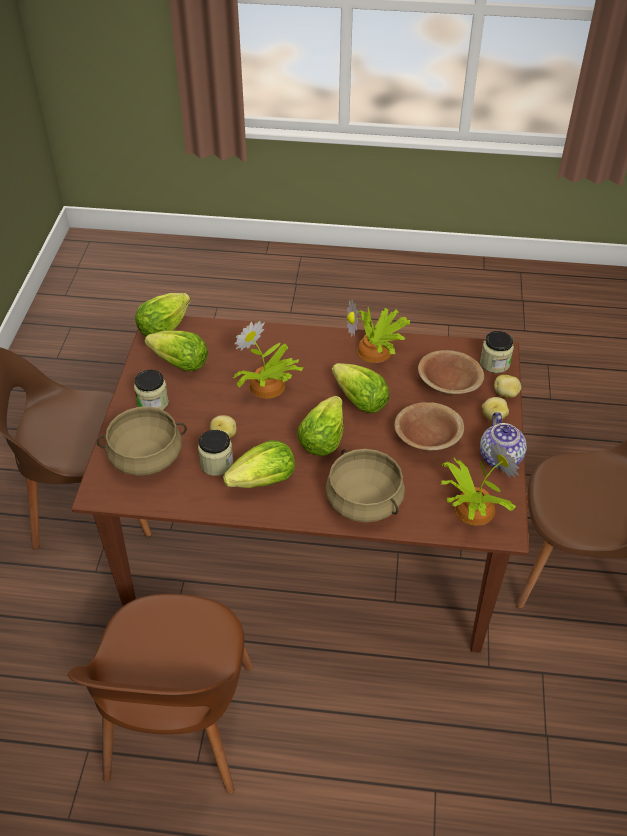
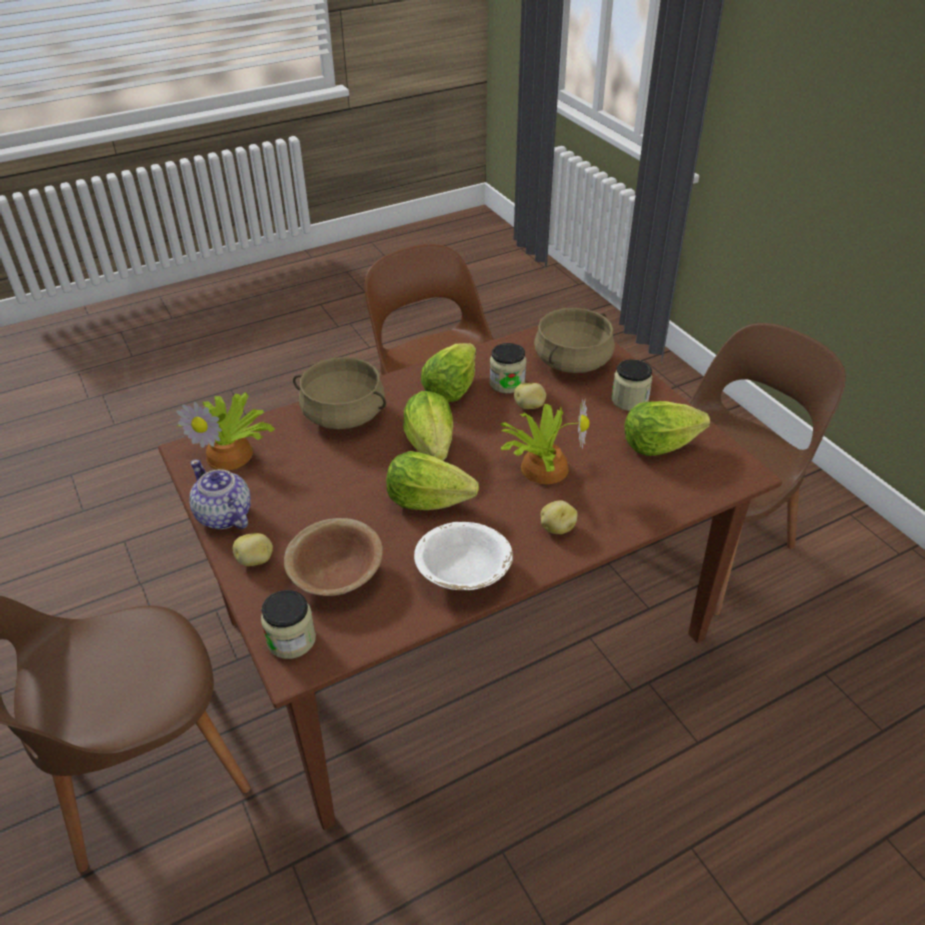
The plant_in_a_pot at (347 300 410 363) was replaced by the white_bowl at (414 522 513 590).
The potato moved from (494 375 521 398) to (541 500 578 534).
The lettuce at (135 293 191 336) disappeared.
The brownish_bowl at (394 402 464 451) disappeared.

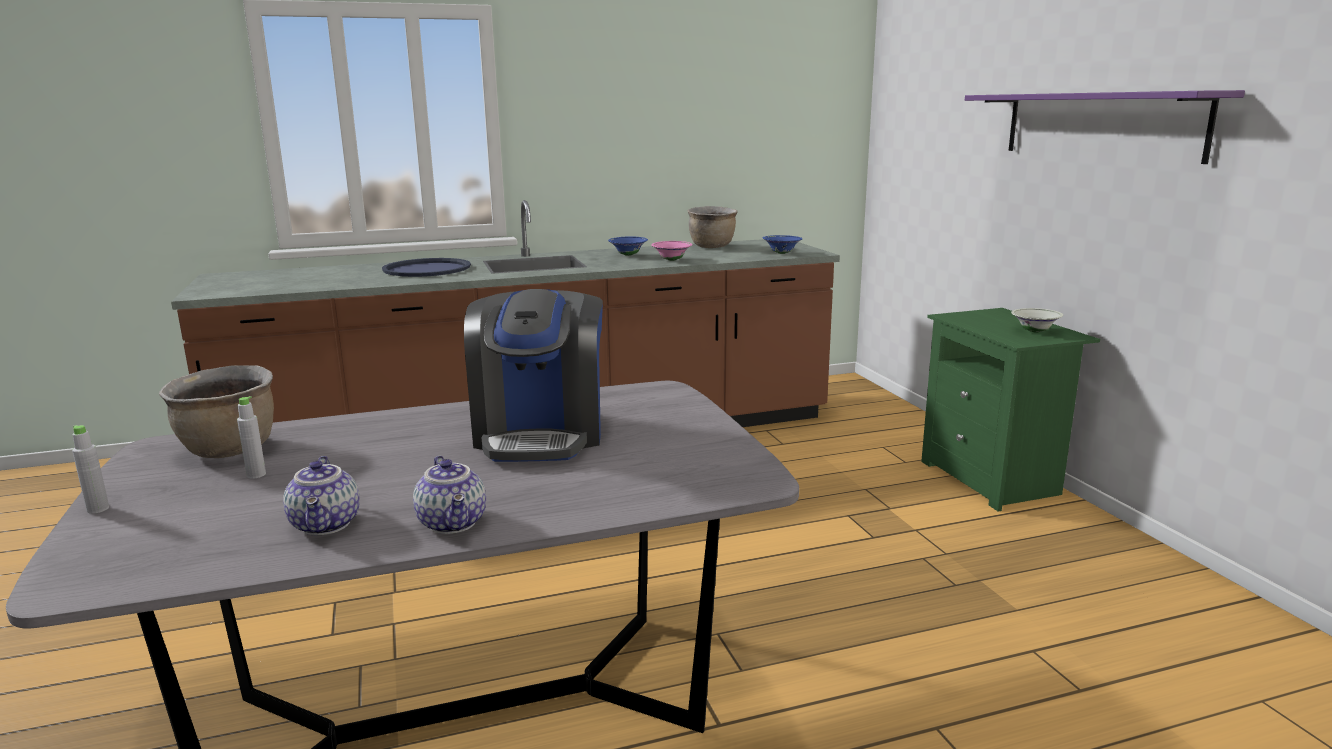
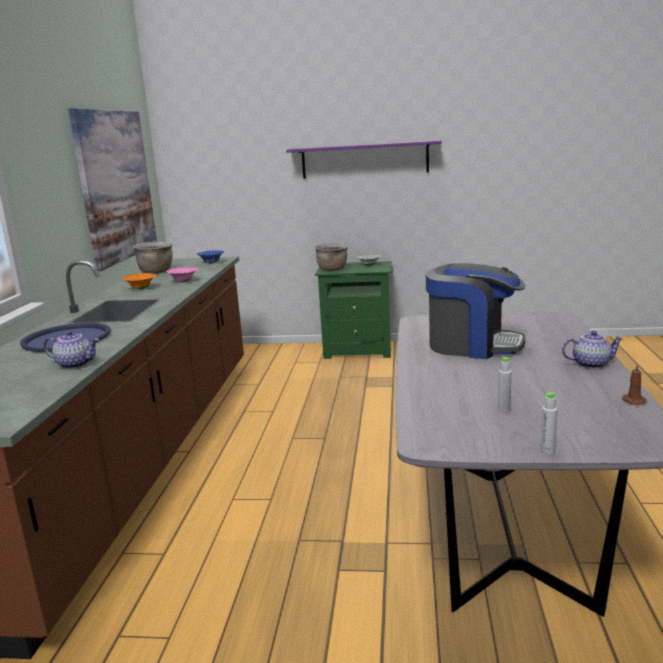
The pot_for_tea moved from (283 456 360 535) to (43 330 99 369).
The wall_picture at (68 108 157 271) appeared.
The blue-coloured_bowl at (608 236 648 256) became the orange_bowl at (123 273 156 289).
The brownish_stockpot moved from (159 365 274 458) to (315 243 348 272).
The brownish_candle at (622 363 647 405) appeared.

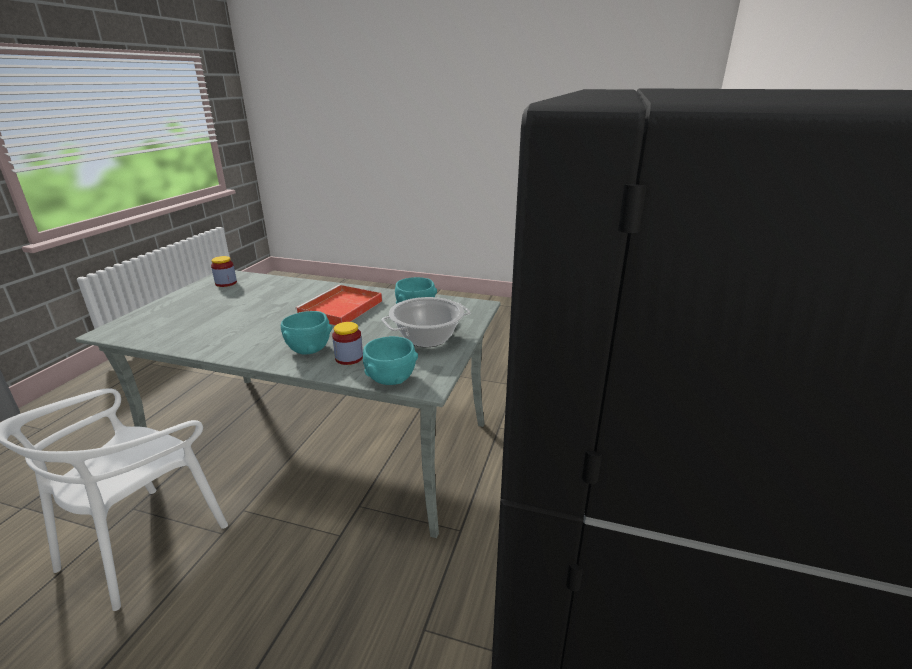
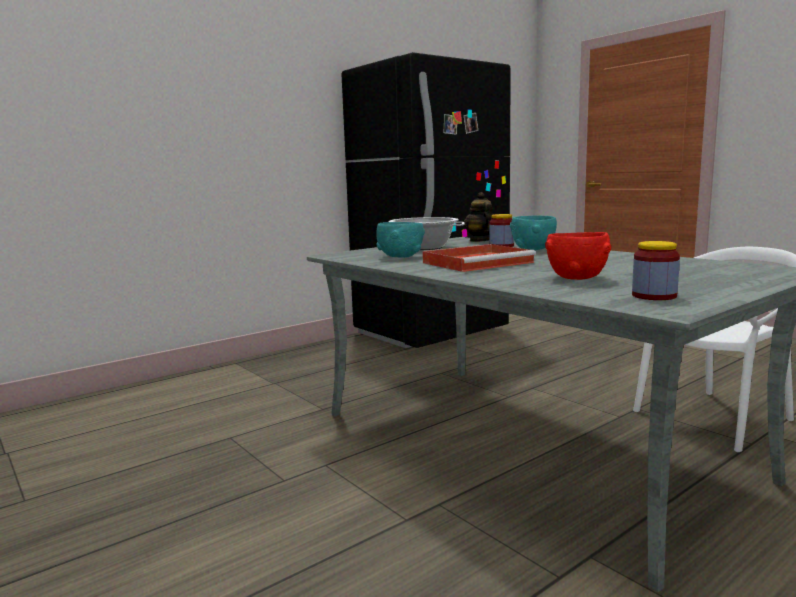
The turquoise_bowl at (363 336 418 385) was replaced by the pot_for_tea at (464 192 494 242).
The reddish_bowl at (545 232 611 280) appeared.

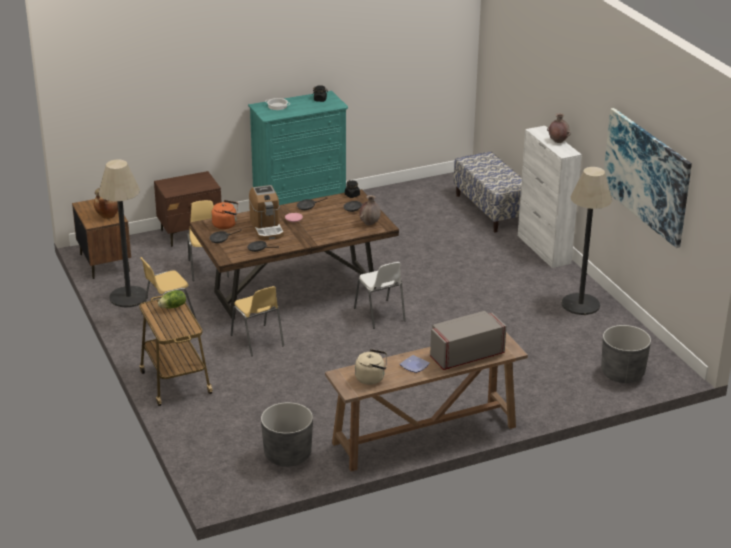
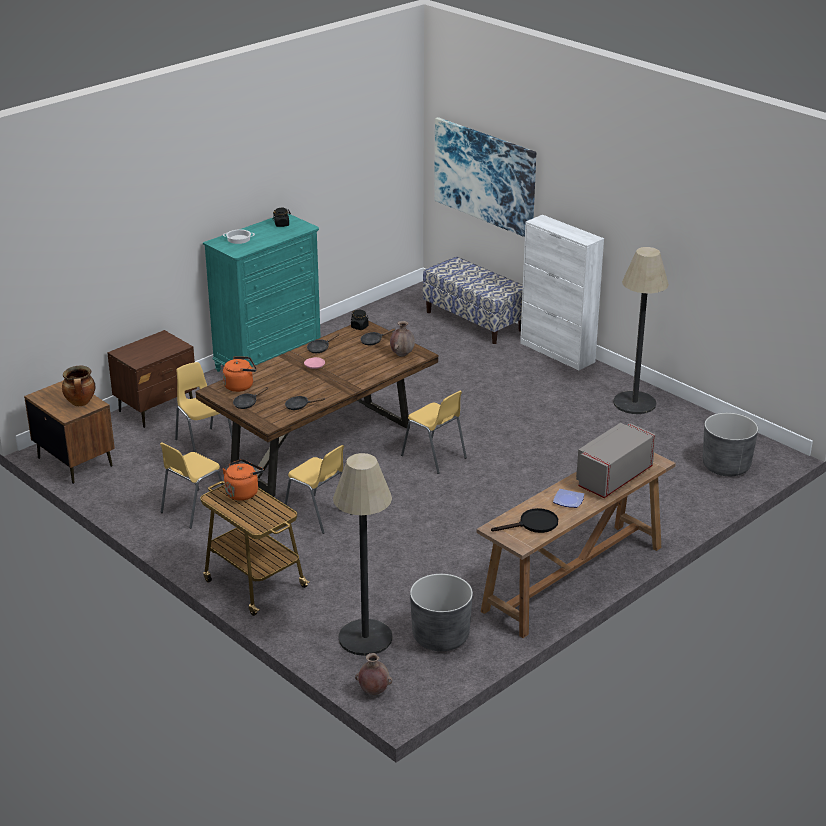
The lettuce at (158 290 186 309) was replaced by the orange_kettle at (223 459 264 501).
The standard_lamp moved from (98 159 148 307) to (333 453 393 656).
The brownish_vase moved from (547 113 571 143) to (355 653 392 695).
The white_plain_chair at (354 262 406 329) became the yellow_plain_chair at (401 391 467 474).
The wall_picture moved from (604 108 692 248) to (434 117 536 237).
The beige_kettle at (355 349 387 385) was replaced by the black_skillet at (491 508 558 533).
The coffee_maker at (249 185 284 240) disappeared.

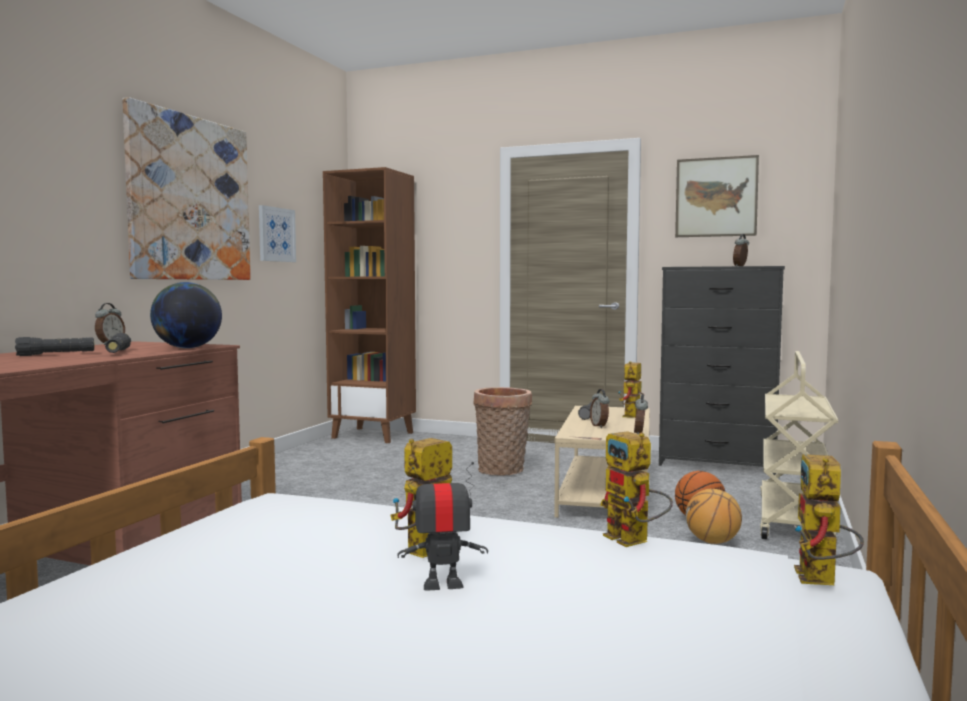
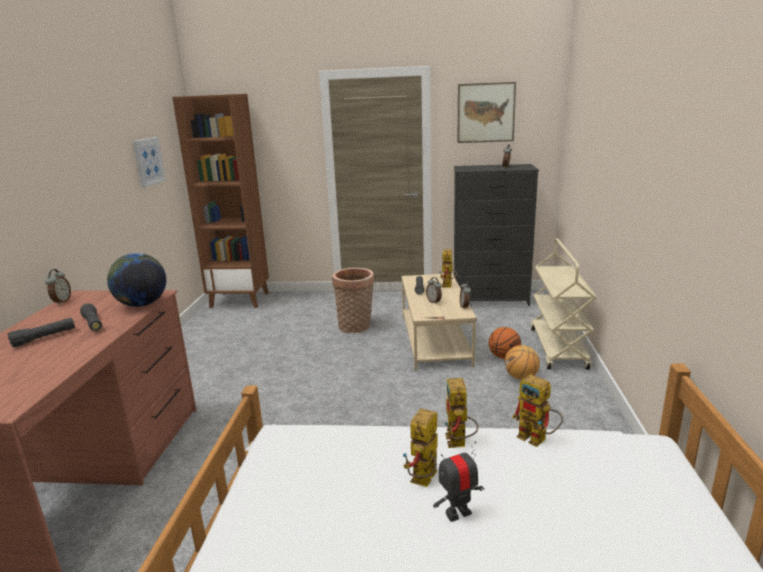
The model_robot moved from (794 454 864 585) to (444 378 478 448).
The wall_picture at (122 97 251 280) disappeared.

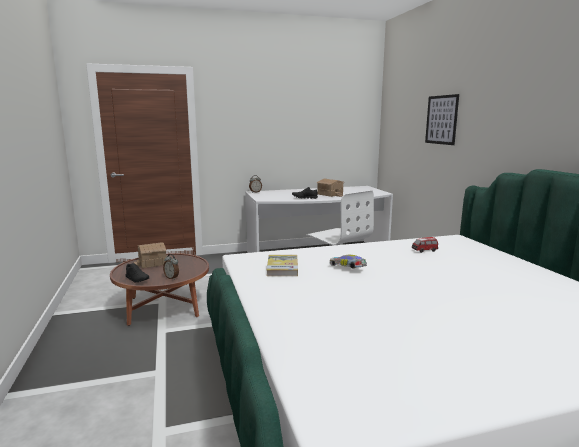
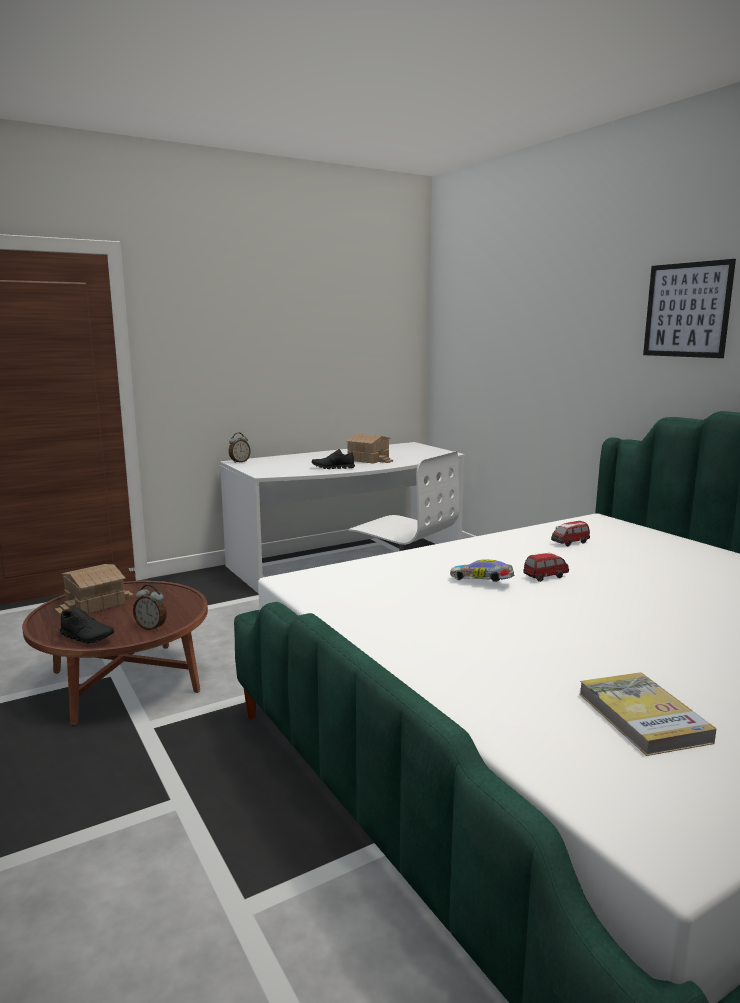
The miniature_car at (523 553 569 582) appeared.
The volume moved from (267 255 298 276) to (579 672 717 756).
The wall_picture moved from (425 94 459 145) to (643 259 736 358).

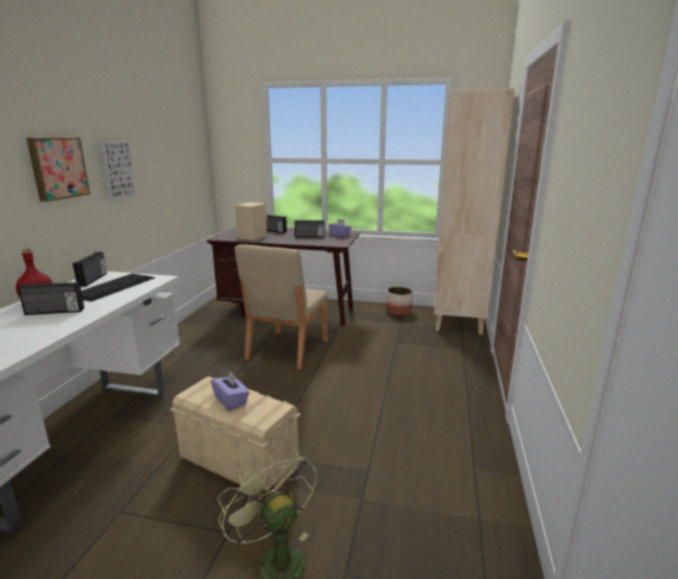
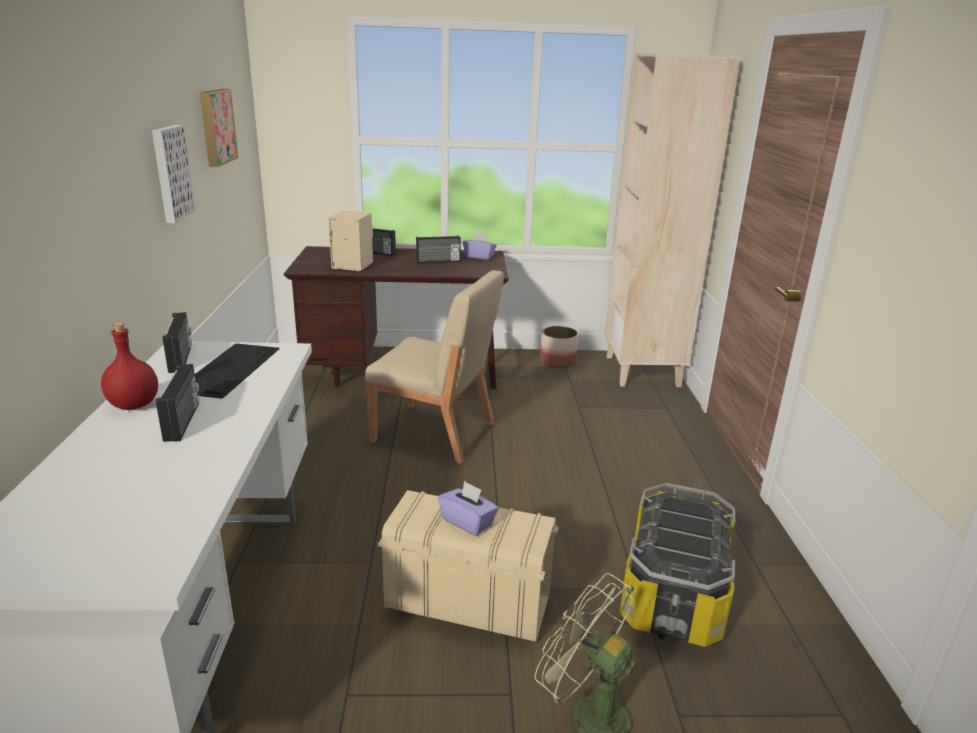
The radio_receiver at (18 281 84 315) turned 75 degrees counterclockwise.
The wall_picture moved from (26 137 90 202) to (200 89 238 167).
The beige_plain_chair at (235 244 328 370) turned 75 degrees counterclockwise.
The storage_box at (620 483 736 647) appeared.

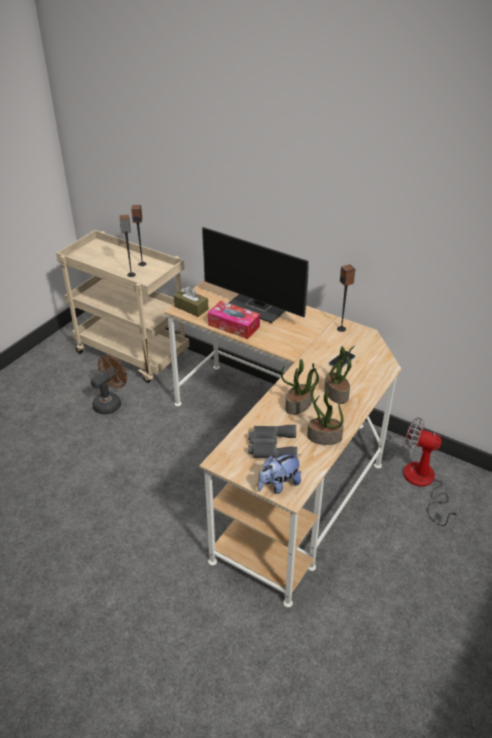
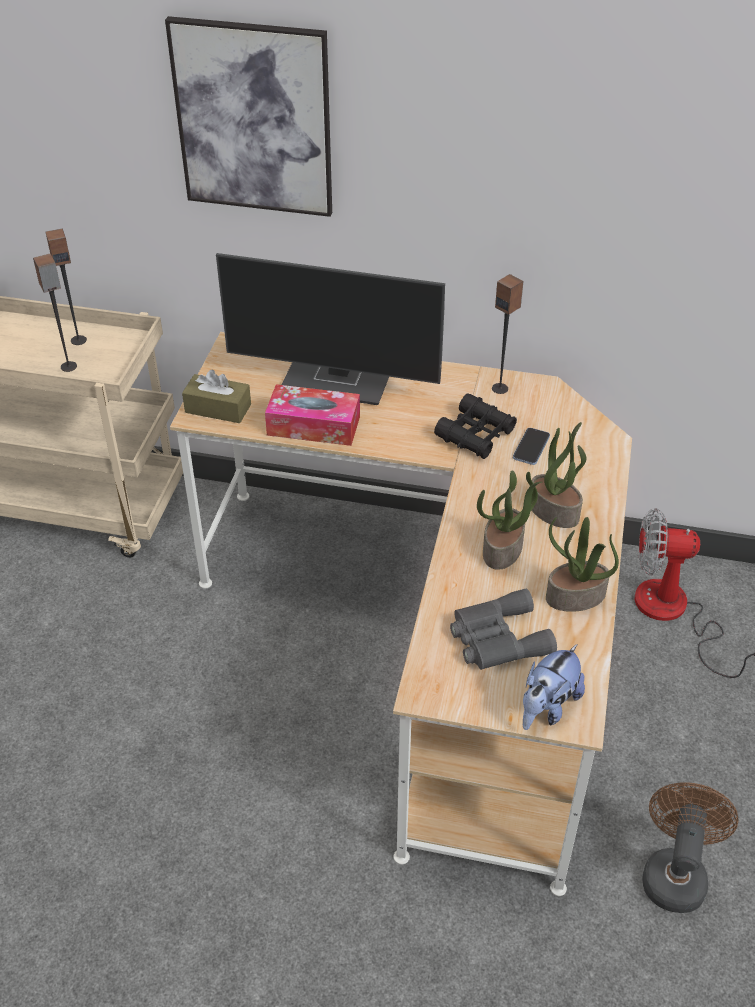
The wall_picture at (165 16 332 217) appeared.
The black_pair_of_binoculars at (434 394 517 459) appeared.
The brownish_cooling_fan moved from (91 355 127 415) to (642 782 739 913).

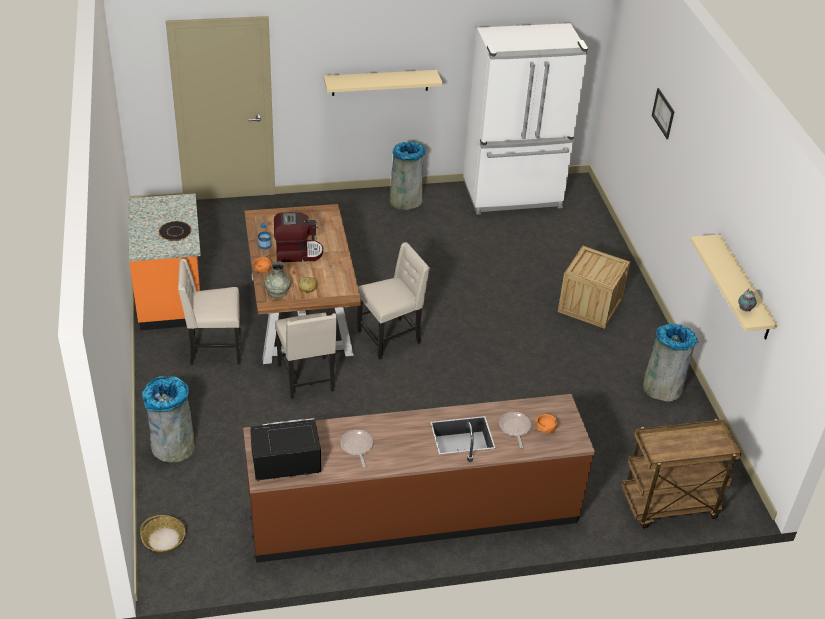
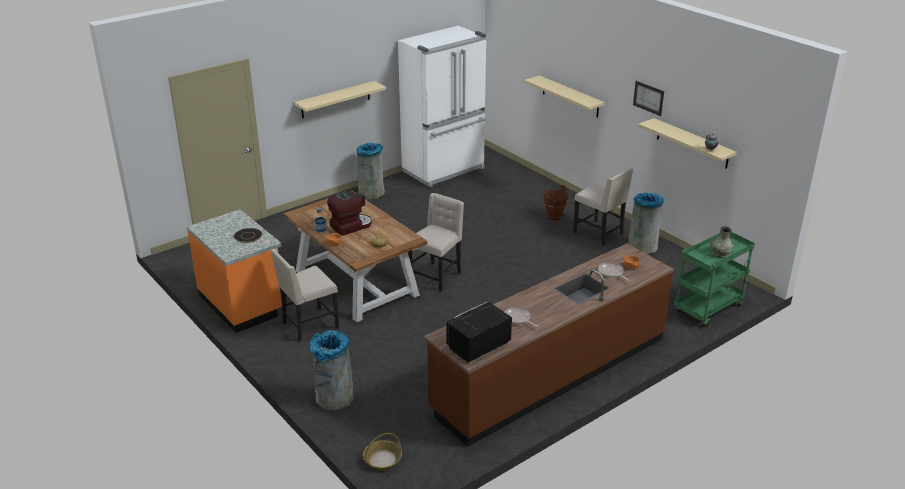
The beige_wall_shelf at (524 75 605 118) appeared.
The shipping_crate at (558 246 630 329) was replaced by the brownish_pail at (544 185 568 221).
The beige_plain_chair moved from (275 313 337 399) to (573 167 633 246).
The wall_picture moved from (652 88 675 139) to (633 81 664 116).
The brownish_wheeled_cart at (622 419 742 529) became the greenish_wheeled_cart at (674 232 755 327).
The grey_vase moved from (264 261 291 298) to (710 226 734 258).

